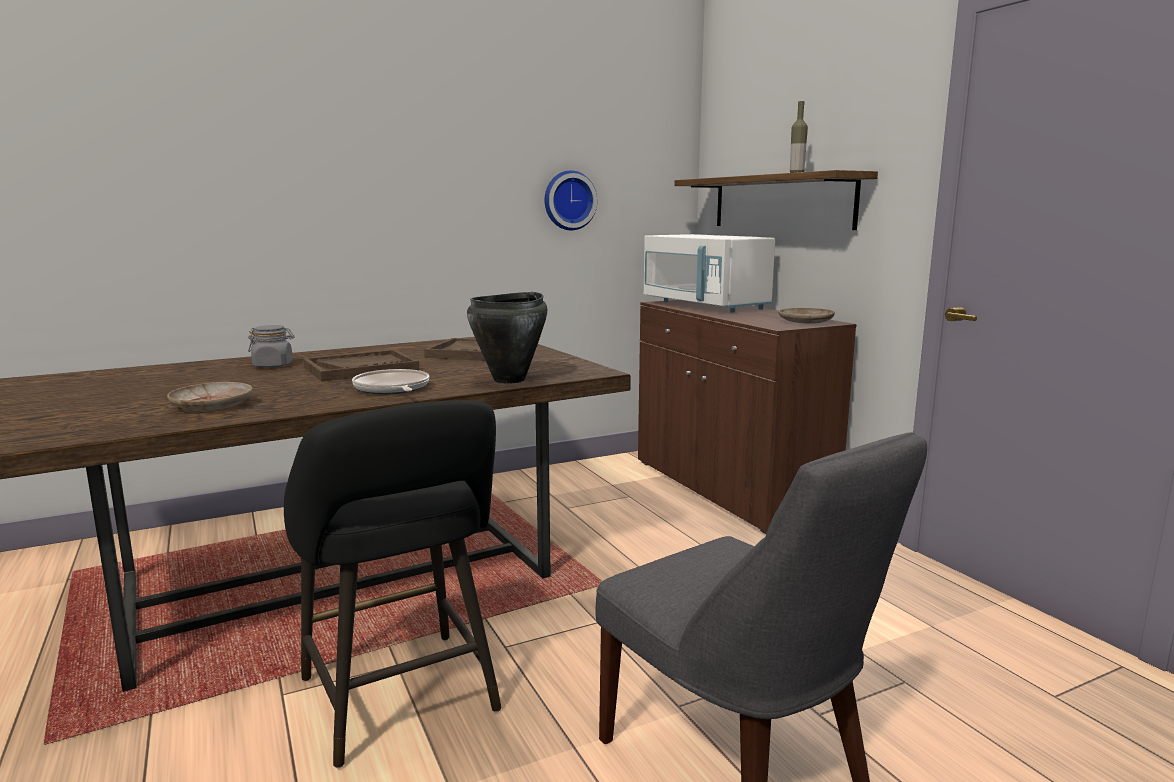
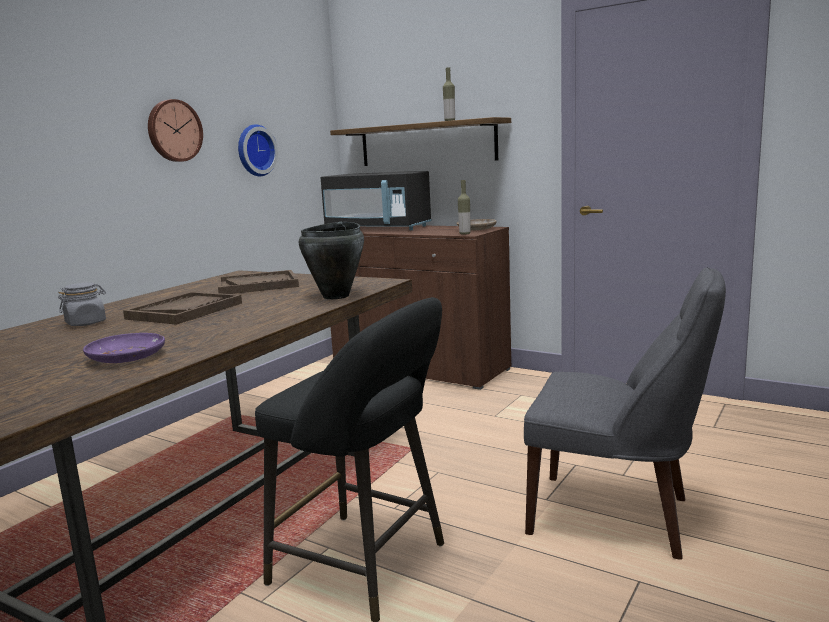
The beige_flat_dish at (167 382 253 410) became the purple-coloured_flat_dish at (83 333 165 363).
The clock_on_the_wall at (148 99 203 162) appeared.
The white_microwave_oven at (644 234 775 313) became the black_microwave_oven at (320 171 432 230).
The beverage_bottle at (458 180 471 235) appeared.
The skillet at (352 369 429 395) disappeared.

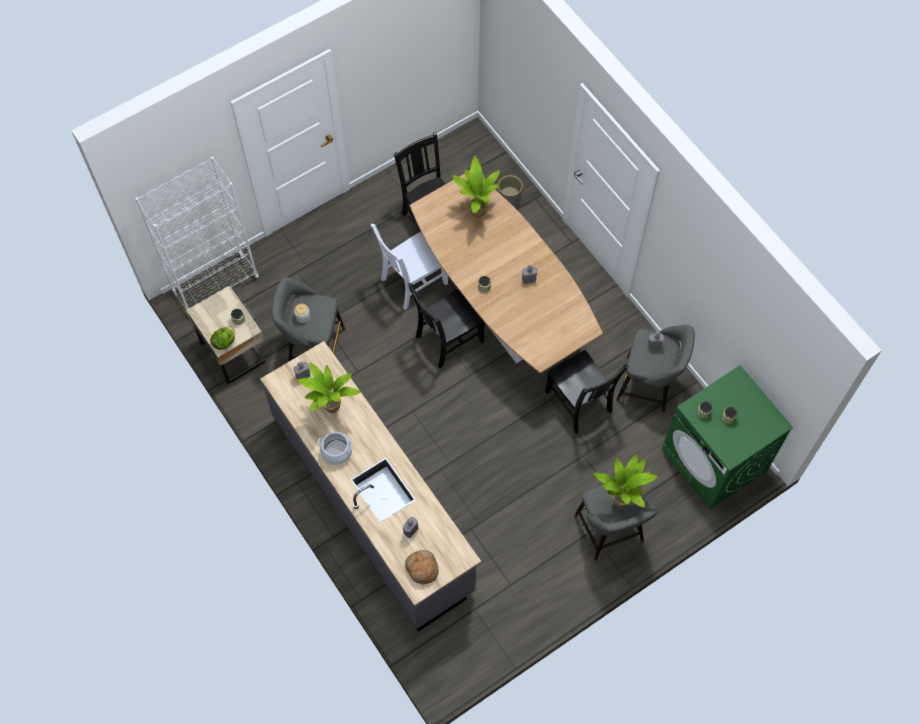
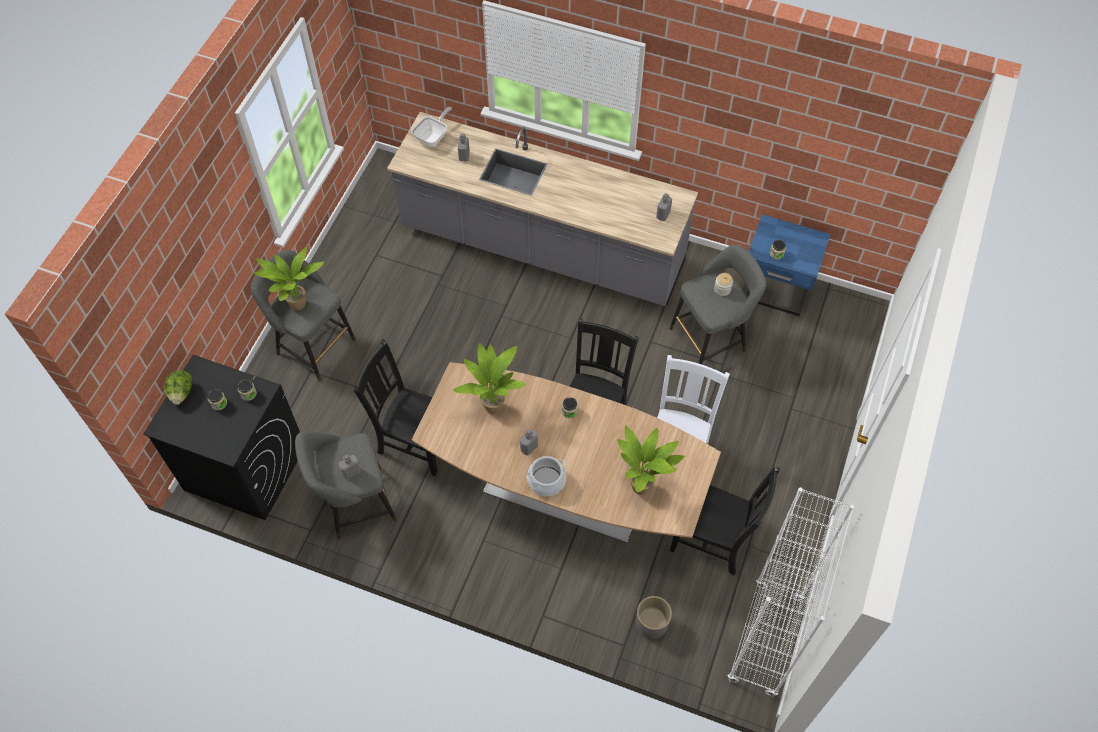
The greenish_laundry_machine at (662 365 793 510) became the black_laundry_machine at (143 355 300 520).
The lettuce moved from (210 326 235 350) to (164 370 192 405).
The baked_bread at (405 550 439 585) was replaced by the skillet at (411 107 452 147).
The plant_in_a_pot moved from (298 362 361 413) to (453 343 526 414).
The stockpot moved from (317 432 353 465) to (526 456 567 496).
The white_shelving_unit moved from (135 156 259 317) to (727 487 854 698).
The beige_night_table at (186 285 265 384) became the blue-coloured_night_table at (742 214 831 316).

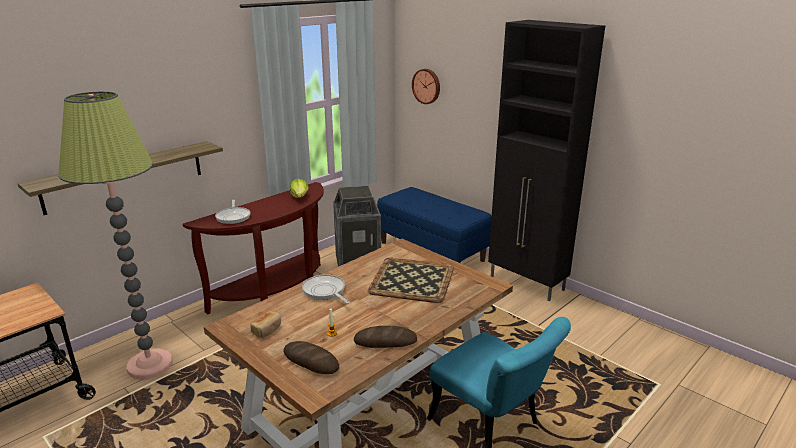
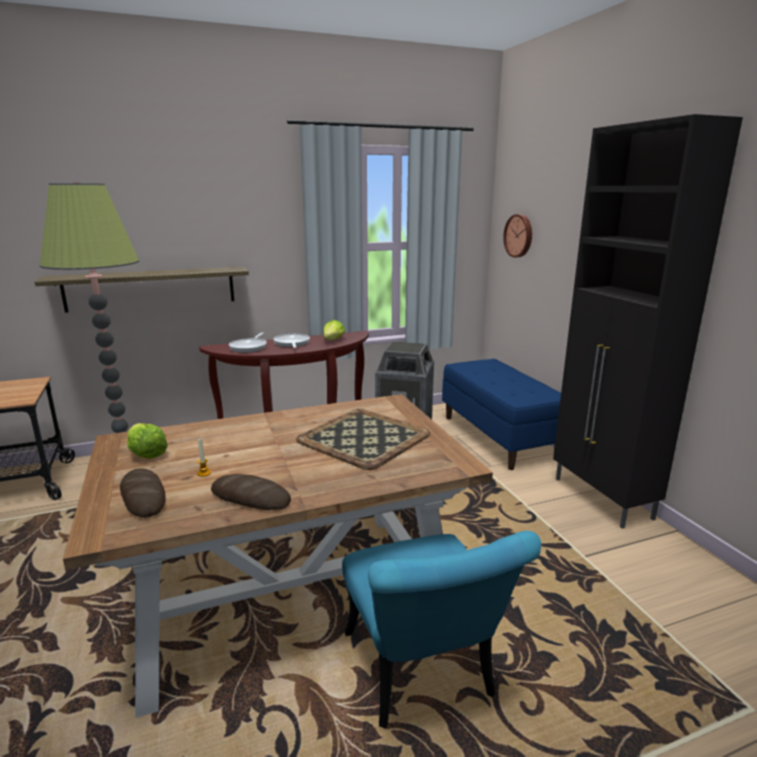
The baked_bread at (251 311 281 338) was replaced by the lettuce at (127 423 168 459).
The skillet moved from (302 274 350 304) to (273 334 310 348).

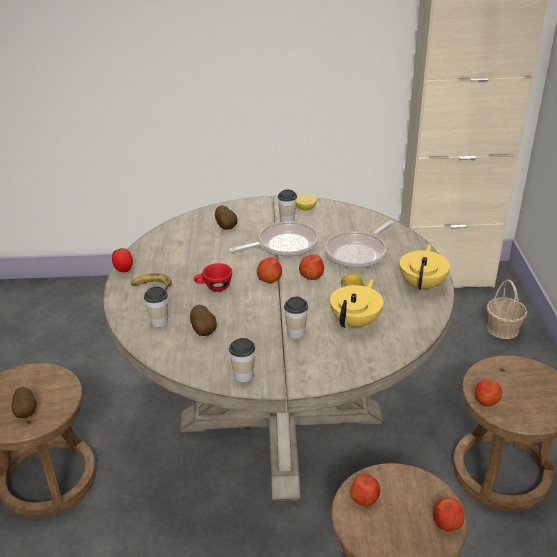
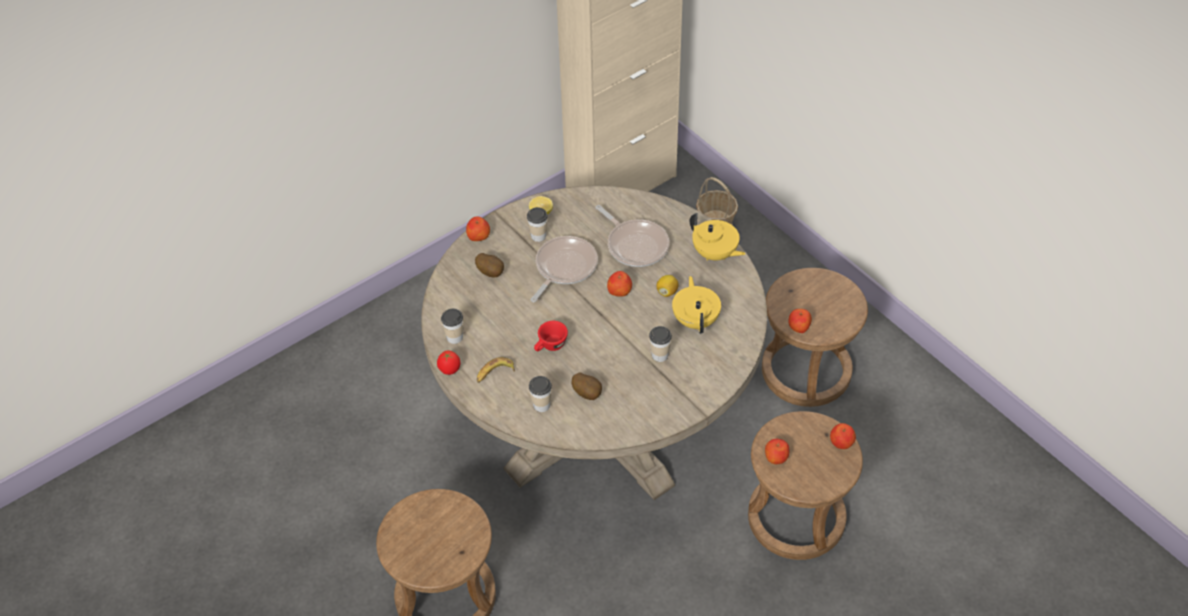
The small_cup moved from (229 338 255 382) to (441 309 463 344).
The apple_fruit moved from (257 257 282 283) to (466 216 490 241).
The skillet at (325 220 393 268) turned 45 degrees counterclockwise.
The yellow_pot_for_tea at (400 244 450 292) turned 150 degrees clockwise.
The potato at (11 387 37 418) disappeared.

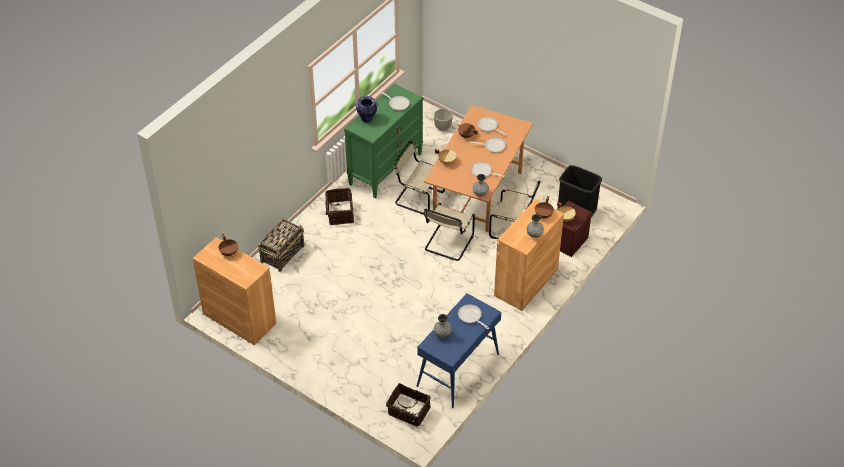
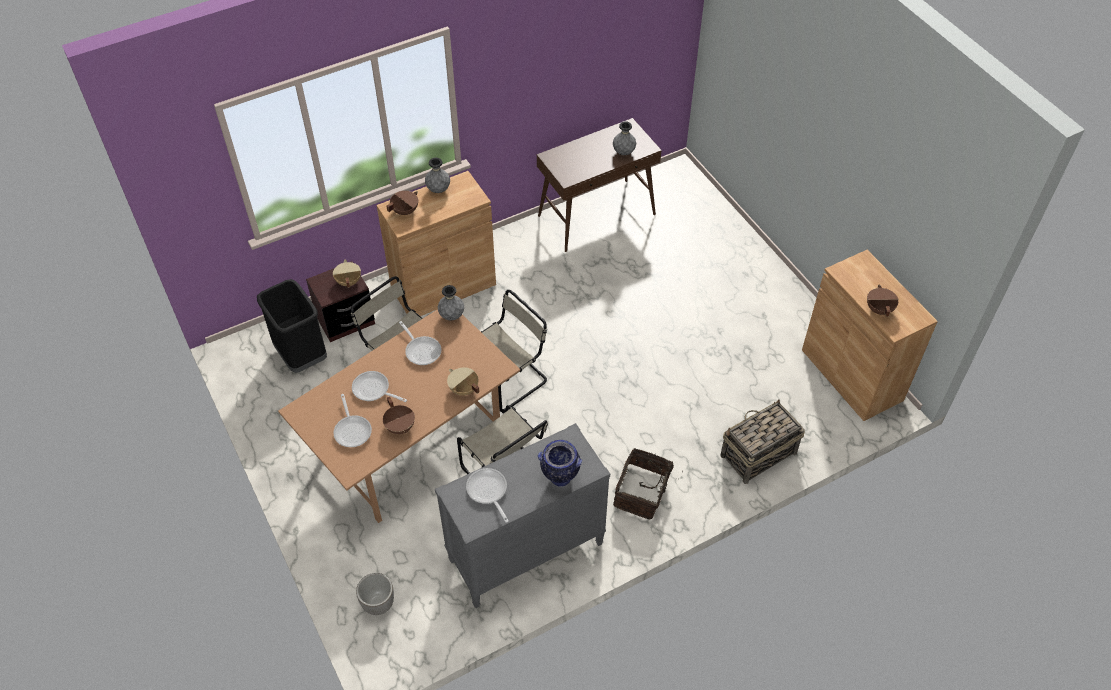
The greenish_drawer_chest at (344 84 423 198) became the grey_drawer_chest at (435 423 610 608).
The blue-coloured_narrow_table at (417 293 501 408) became the brownish_narrow_table at (537 118 662 252).
The basket at (386 383 431 427) disappeared.
The skillet at (458 304 489 329) disappeared.

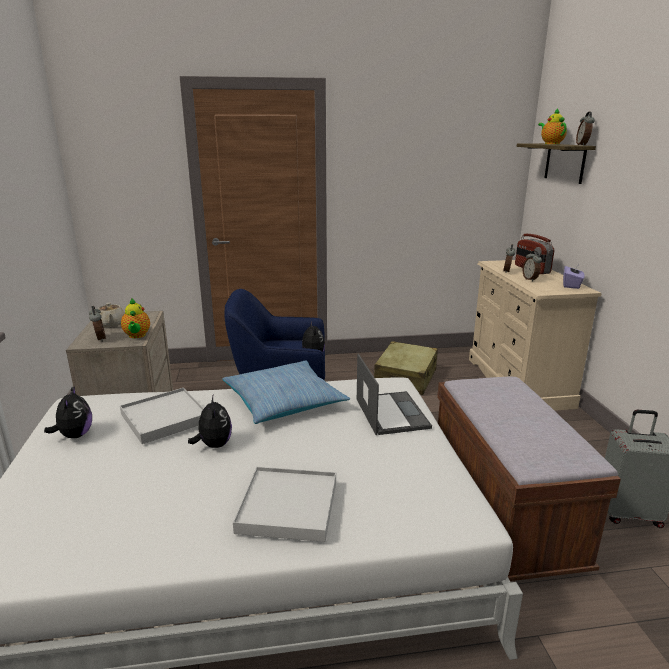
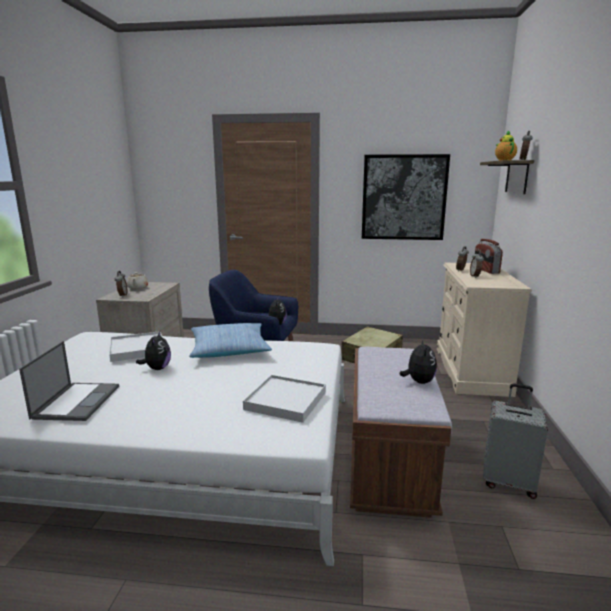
The laptop moved from (357 354 432 435) to (19 341 119 421).
The white_carrying_tray moved from (233 467 336 542) to (243 375 326 423).
The wall_picture at (362 154 450 240) appeared.
The plush_toy moved from (44 386 92 438) to (400 339 437 384).
The pot_for_tea at (121 298 150 338) disappeared.
The purple-coloured_tissue_box at (563 264 585 289) disappeared.

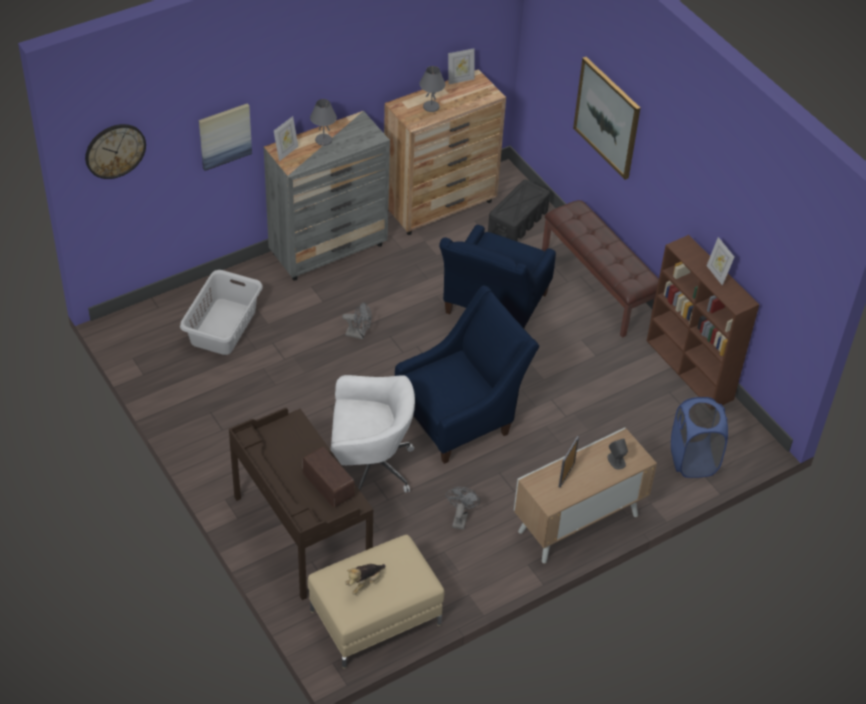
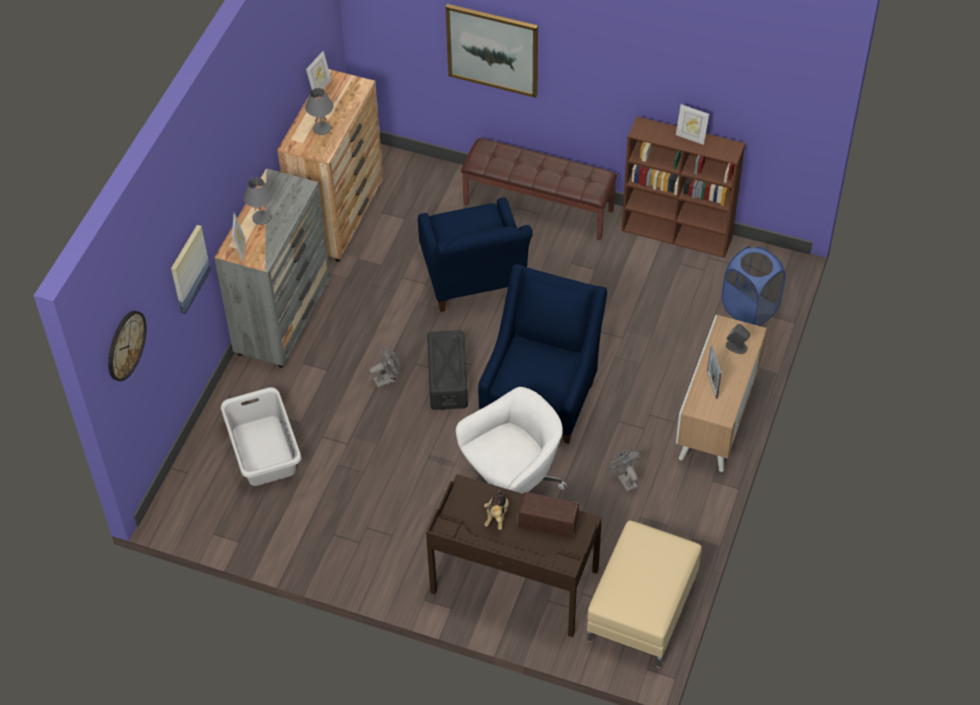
The black_storage_box moved from (488 180 550 242) to (427 330 468 410).
The plush_toy moved from (345 564 386 595) to (484 490 509 530).

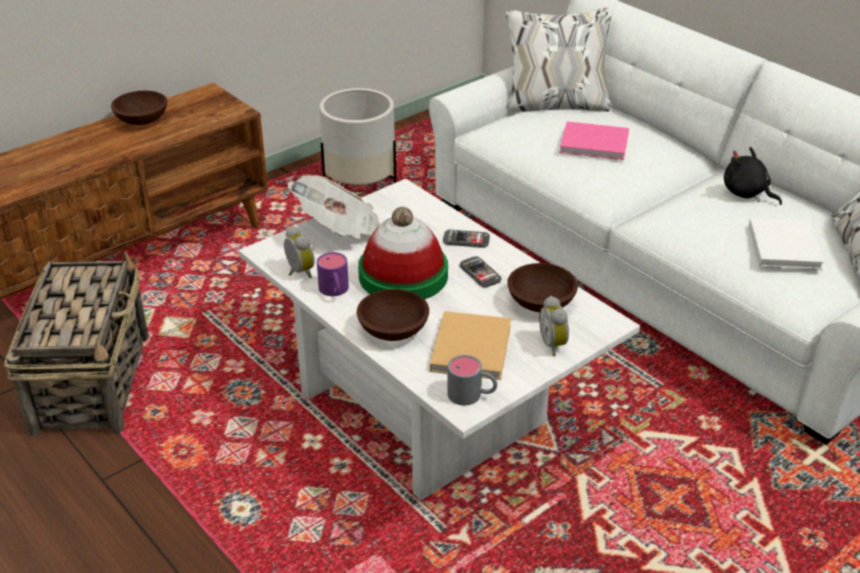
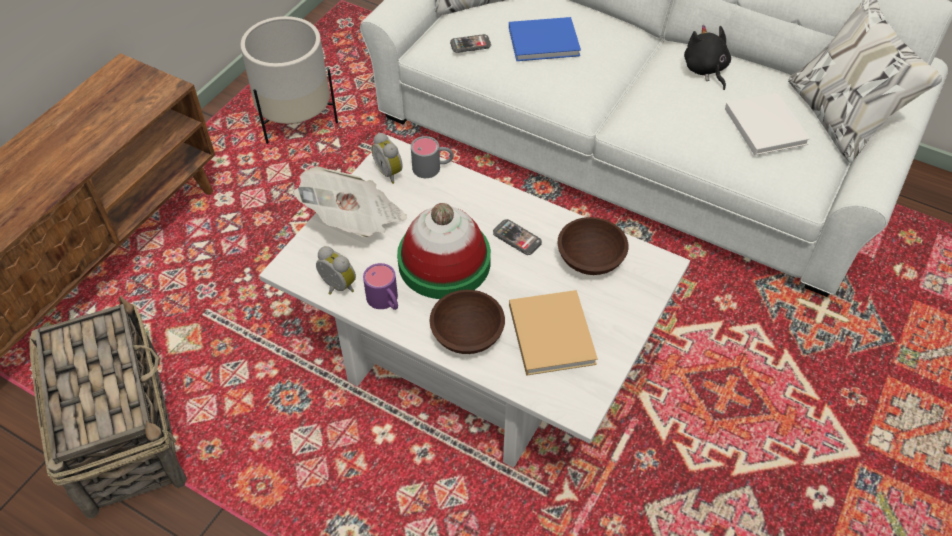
The table_clock moved from (539 296 569 356) to (371 133 403 184).
The grey_tea_mug moved from (447 355 497 405) to (411 136 454 178).
The telephone moved from (443 230 490 248) to (450 34 491 53).
The pink-coloured_volume at (560 121 629 160) became the blue-coloured_volume at (509 17 581 61).
The black_plush_toy at (724 147 782 205) turned 45 degrees clockwise.
The brownish_bowl at (111 91 168 125) disappeared.

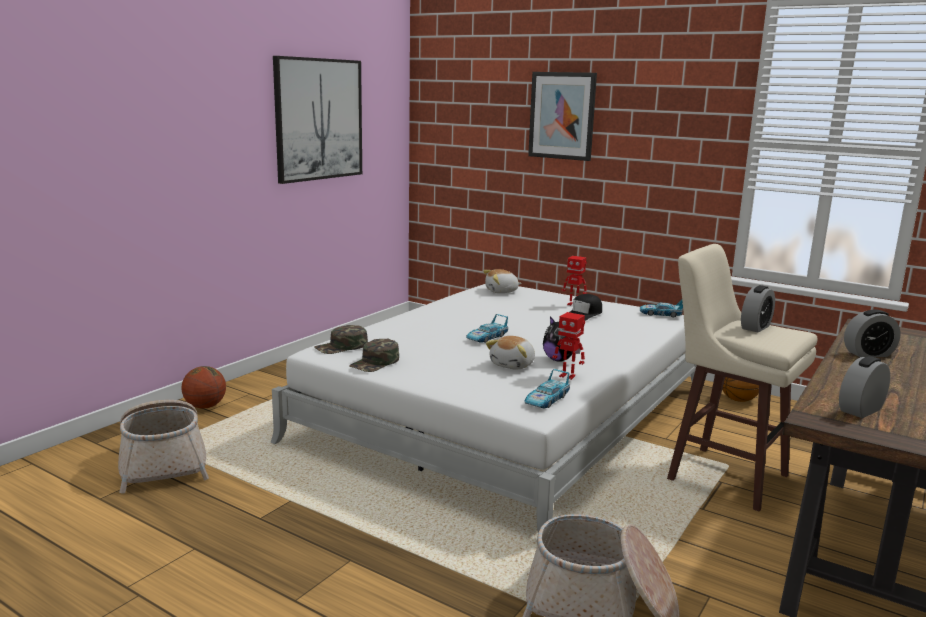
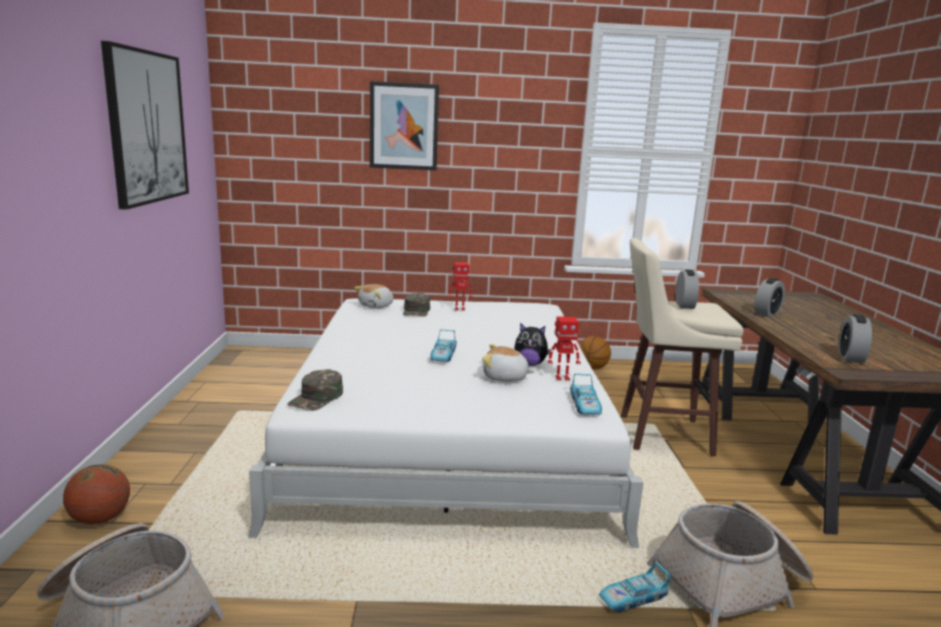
The greenish_cap moved from (349 339 399 372) to (403 293 430 317).
The plush_toy at (486 336 535 370) turned 105 degrees clockwise.
The miniature_car moved from (640 300 683 318) to (599 562 671 612).
The black_cap at (570 294 602 321) disappeared.

